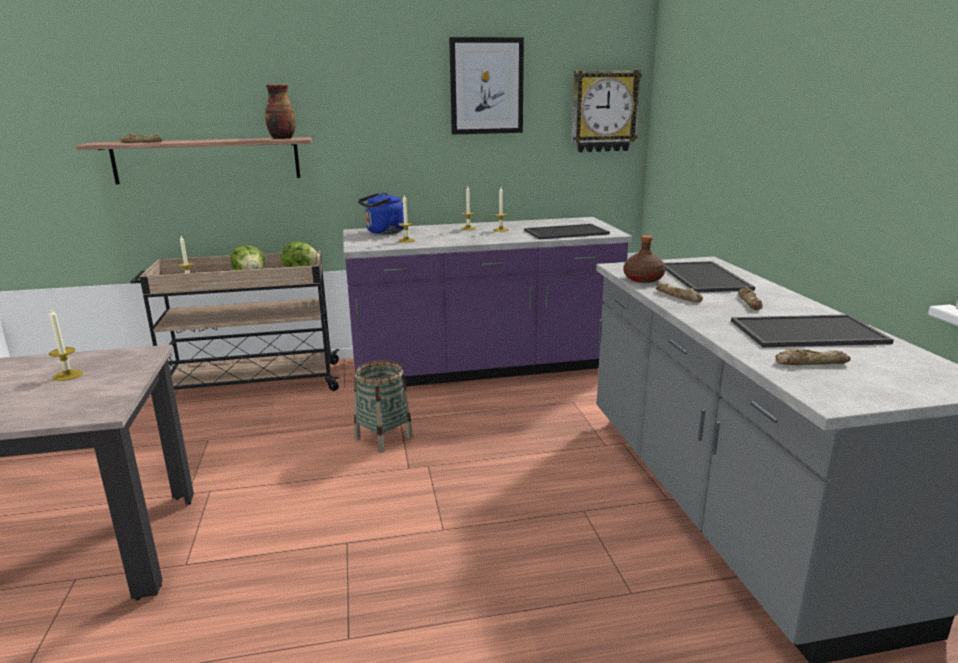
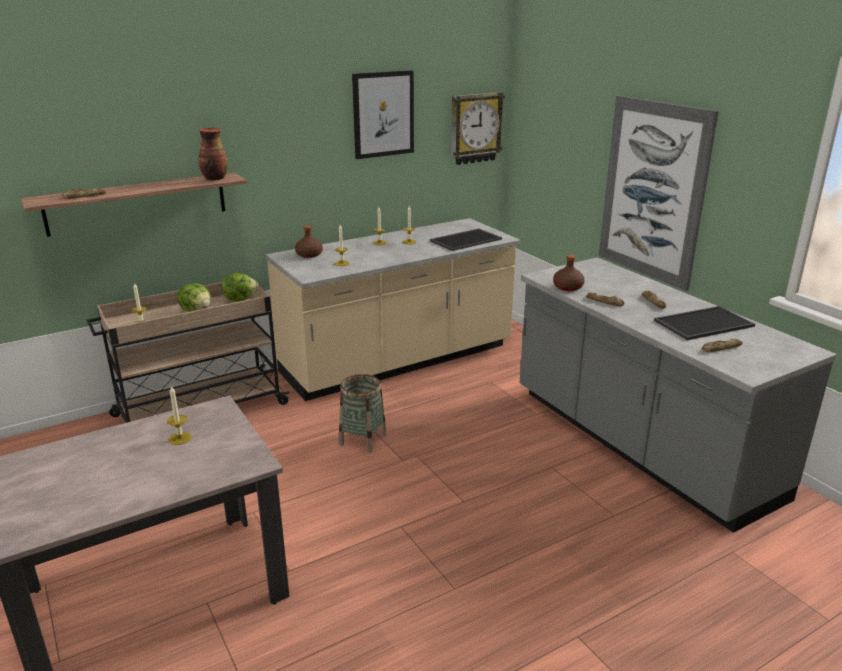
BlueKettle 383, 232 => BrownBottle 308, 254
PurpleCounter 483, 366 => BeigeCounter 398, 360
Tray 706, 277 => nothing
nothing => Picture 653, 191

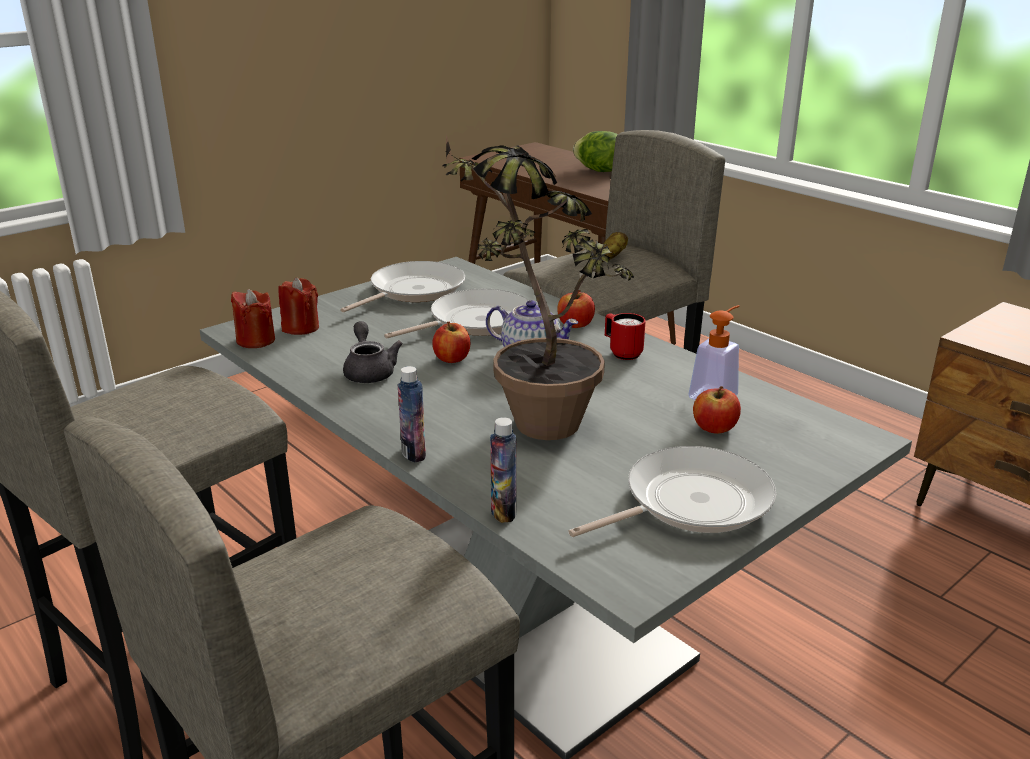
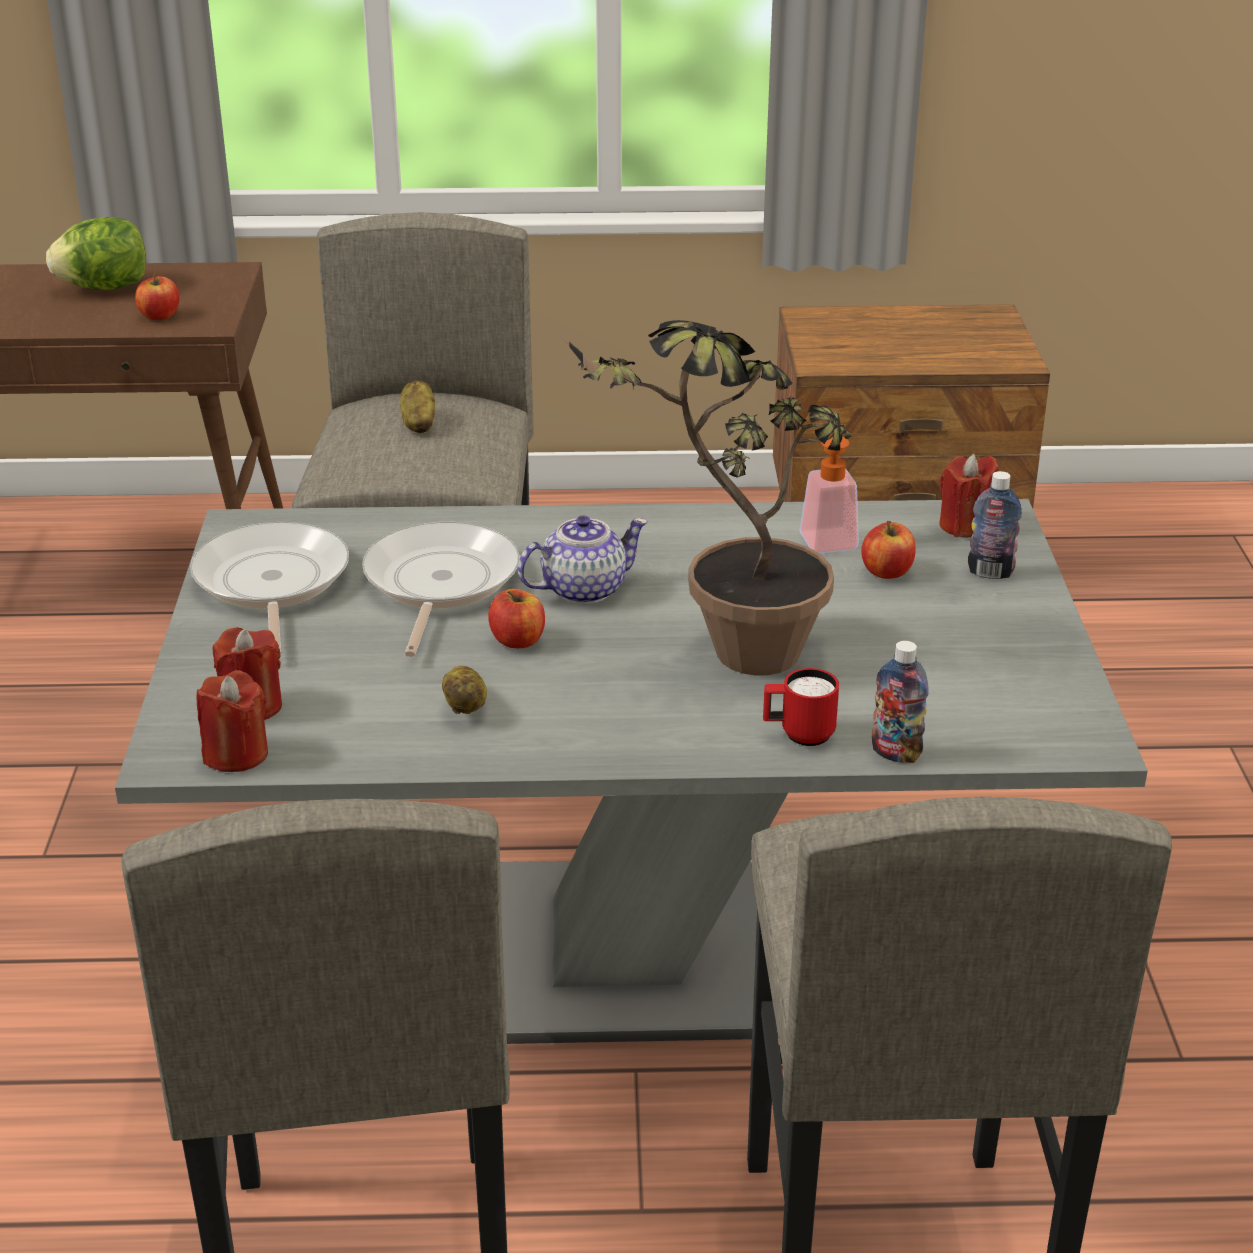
Apple 575, 324 => Apple 160, 316, shifted
RedMug 622, 352 => RedMug 798, 734, shifted
GreyTeapot 369, 371 => Potato 466, 706
Bottle 413, 453 => Bottle 990, 572, shifted
FryingPan 690, 502 => nothing
nothing => RedCandle 965, 526

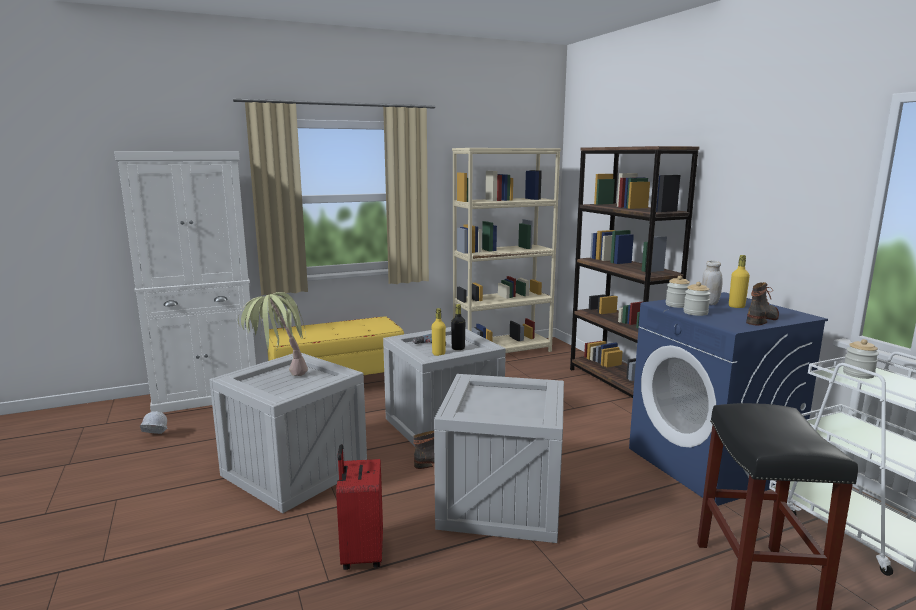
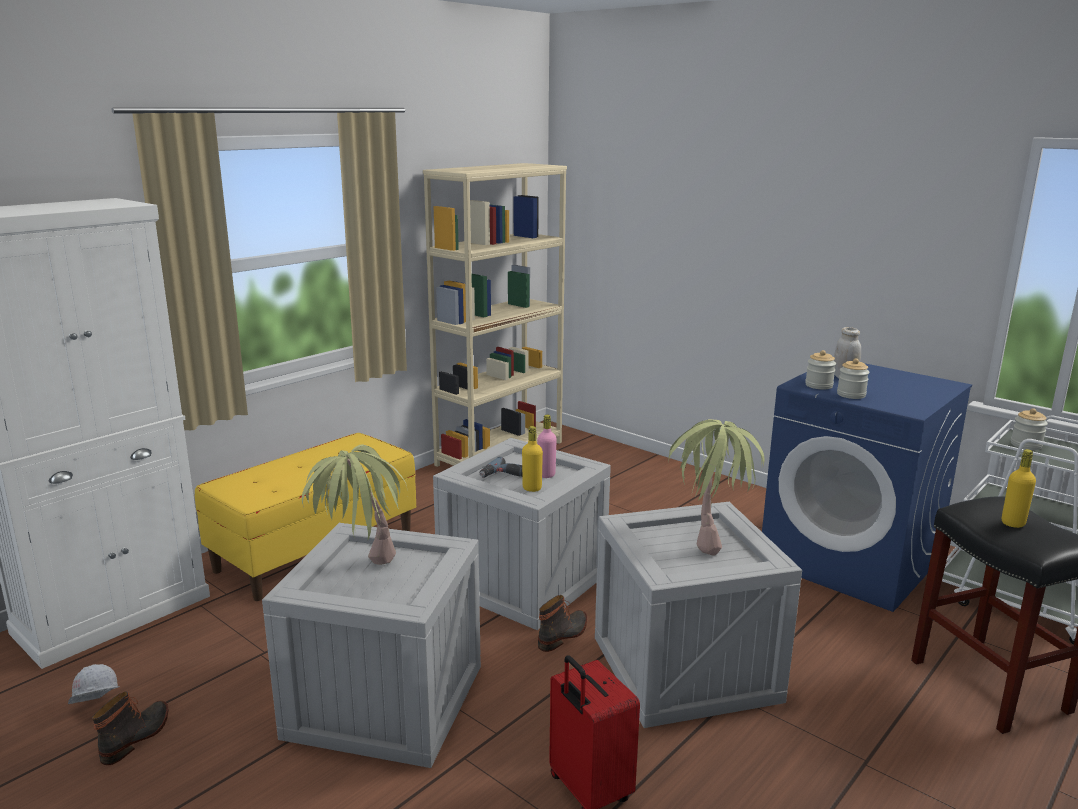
BrownBookcase 619, 383 => nothing
YellowBottle 736, 306 => YellowBottle 1013, 523, shifted
Boot 762, 319 => Boot 137, 737, shifted
BlackBottle 458, 348 => PinkBottle 546, 475
nothing => PottedPlant 711, 538

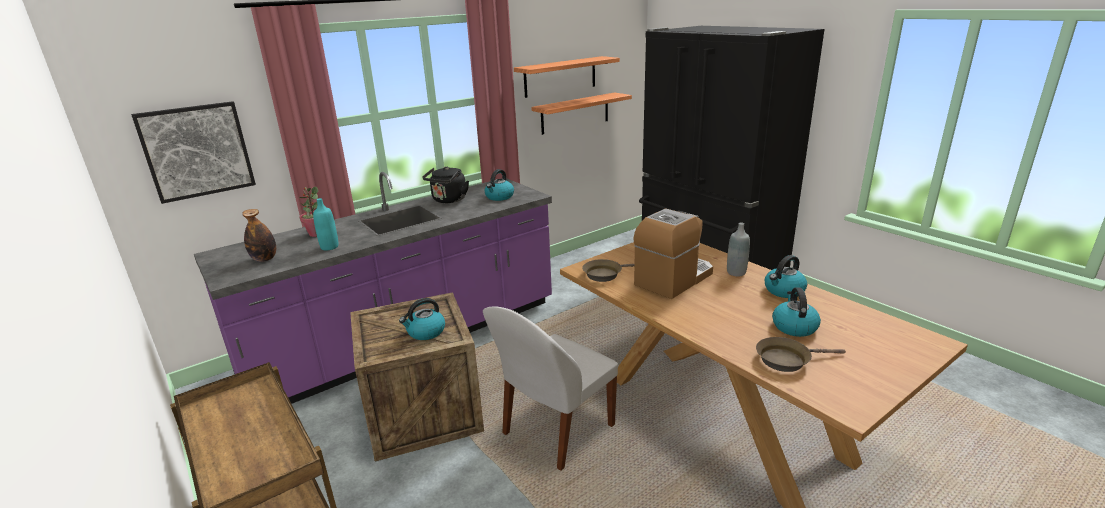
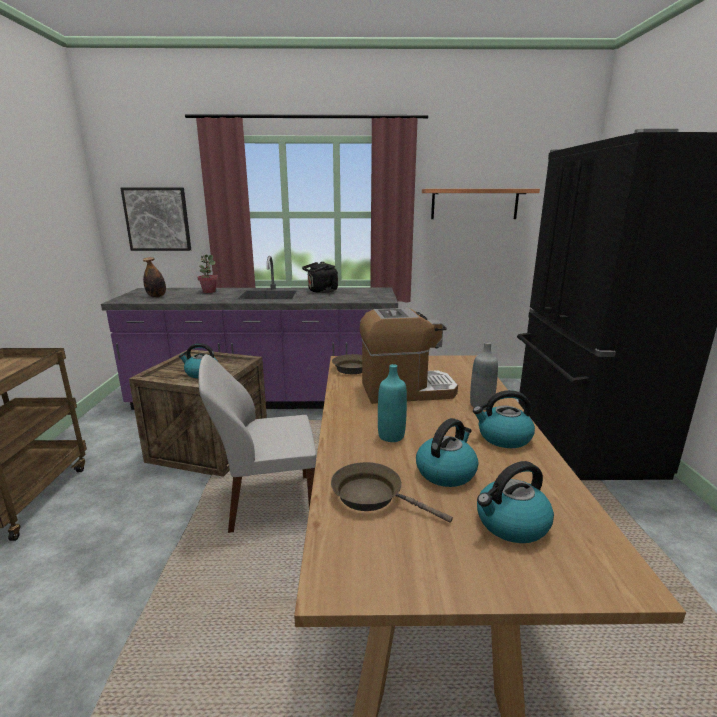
Shelf 575, 113 => nothing
Kettle 499, 197 => Kettle 511, 524, shifted
TurquoiseBottle 329, 247 => TurquoiseBottle 391, 436, shifted

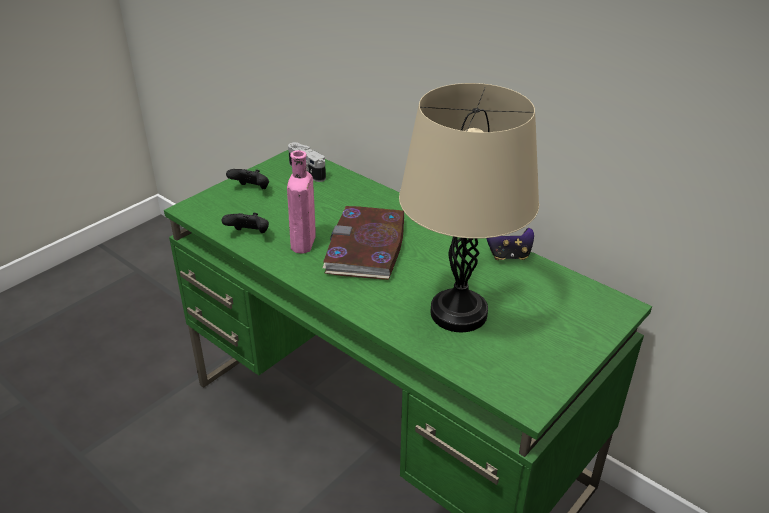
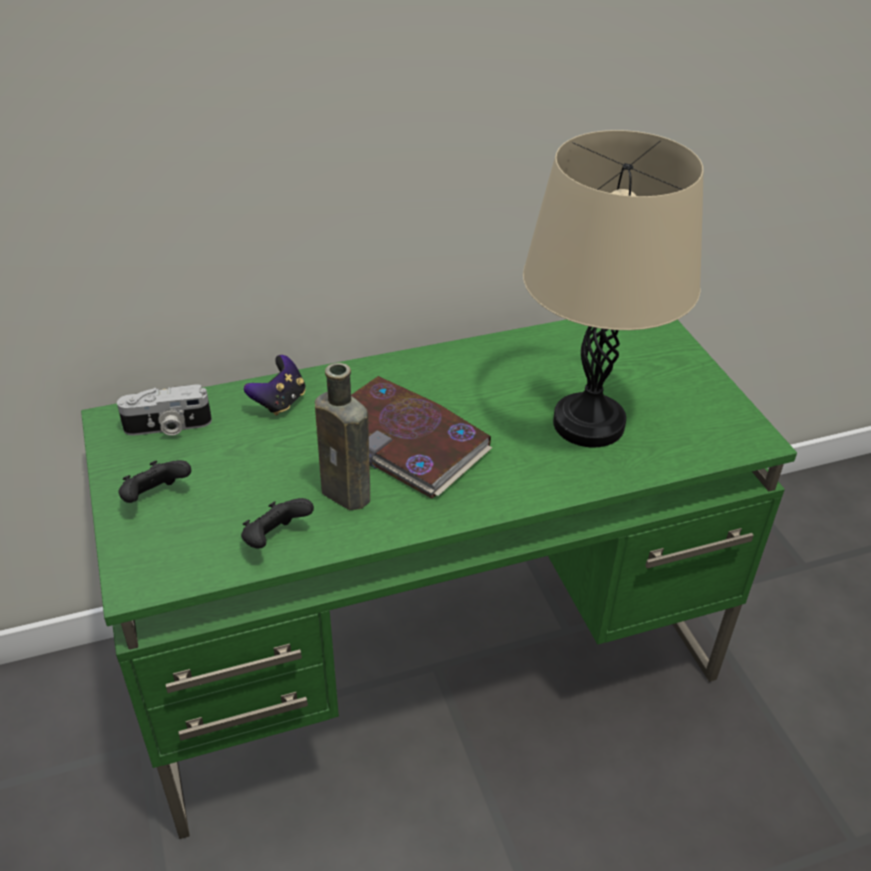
PinkBottle 303, 244 => BrownBottle 349, 494
GameController 508, 256 => GameController 280, 402, shifted

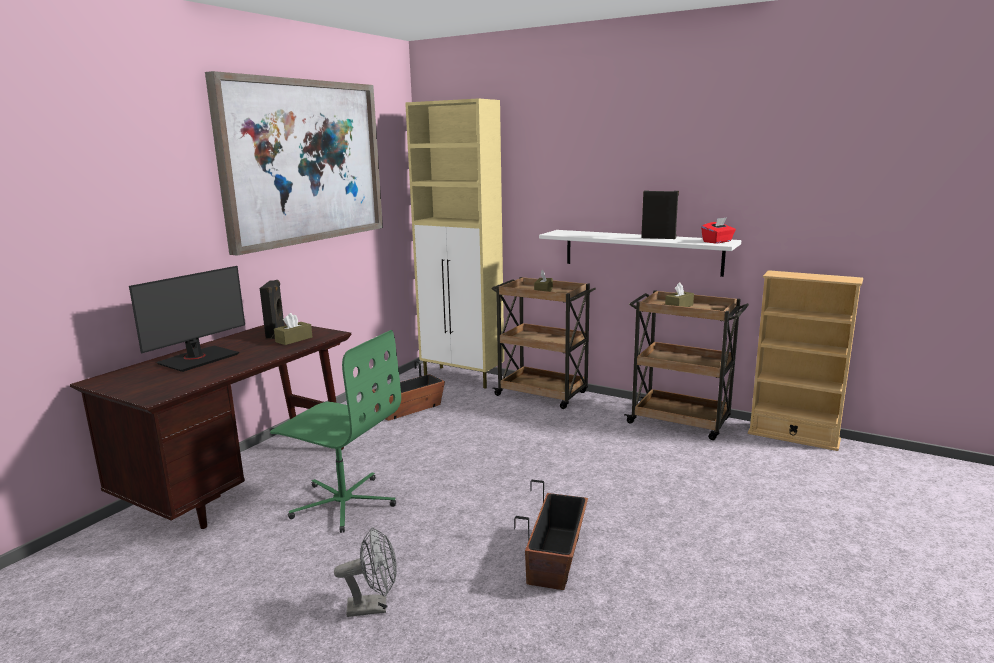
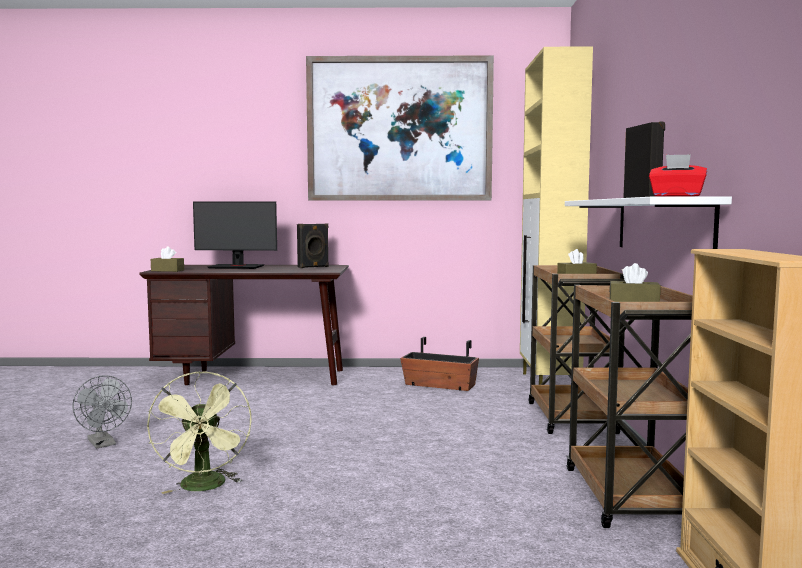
BrownTissueBox 294, 339 => BrownTissueBox 167, 270, shifted
GreenOfficeChair 343, 503 => nothing
Planter 556, 558 => GreenFan 205, 487

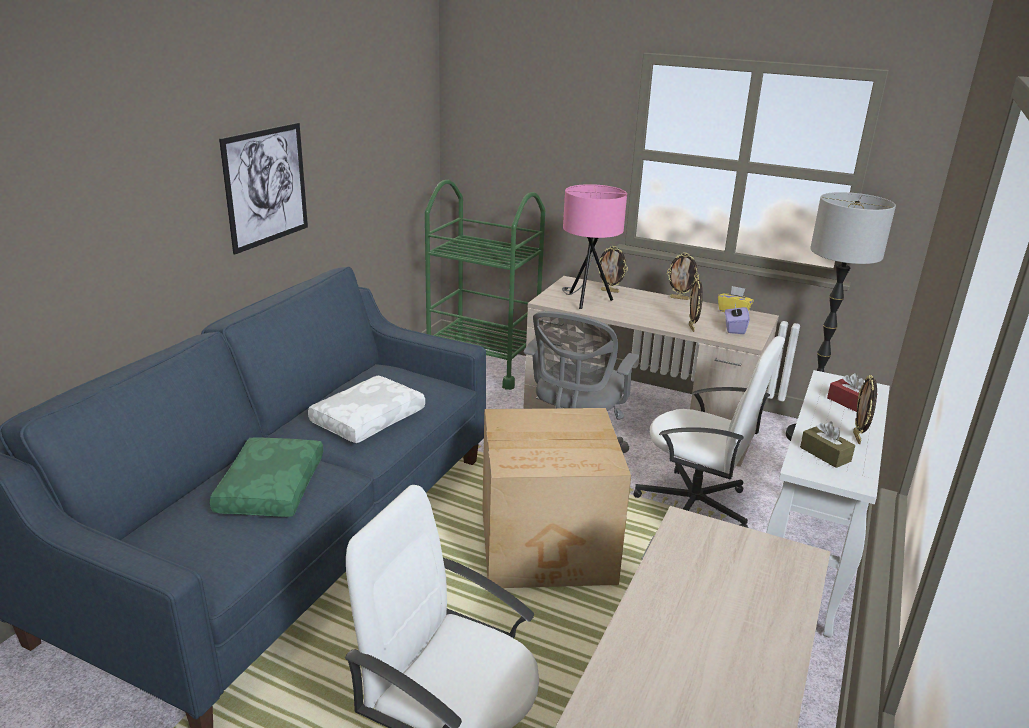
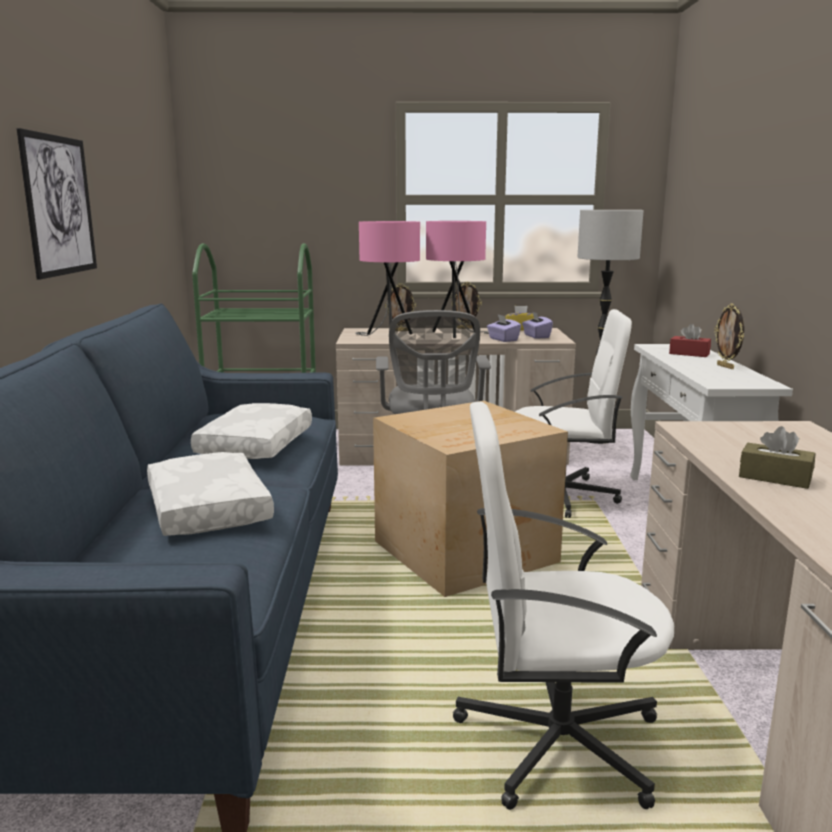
PictureFrame 692, 328 => PurpleTissueBox 503, 339
BrownTissueBox 825, 454 => BrownTissueBox 775, 478, shifted
GreenPillow 269, 487 => WhitePillow 205, 509
nothing => PinkTableLamp 457, 335

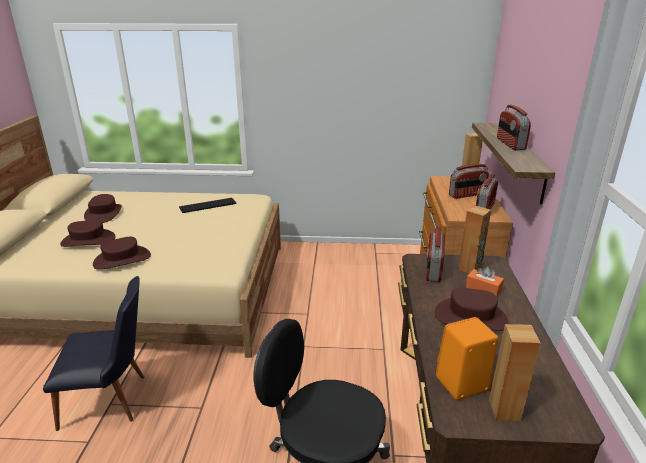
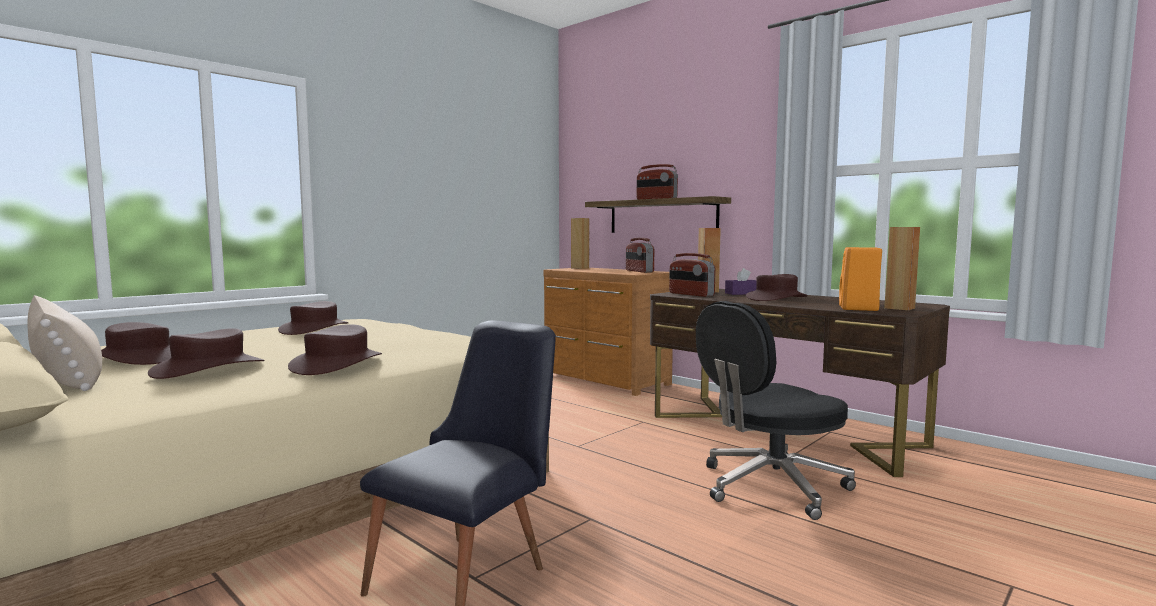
Radio 467, 195 => nothing
Keyboard 207, 206 => BrownHat 315, 329
OrangeTissueBox 483, 288 => PurpleTissueBox 742, 293
nothing => BeigePillow 68, 377

